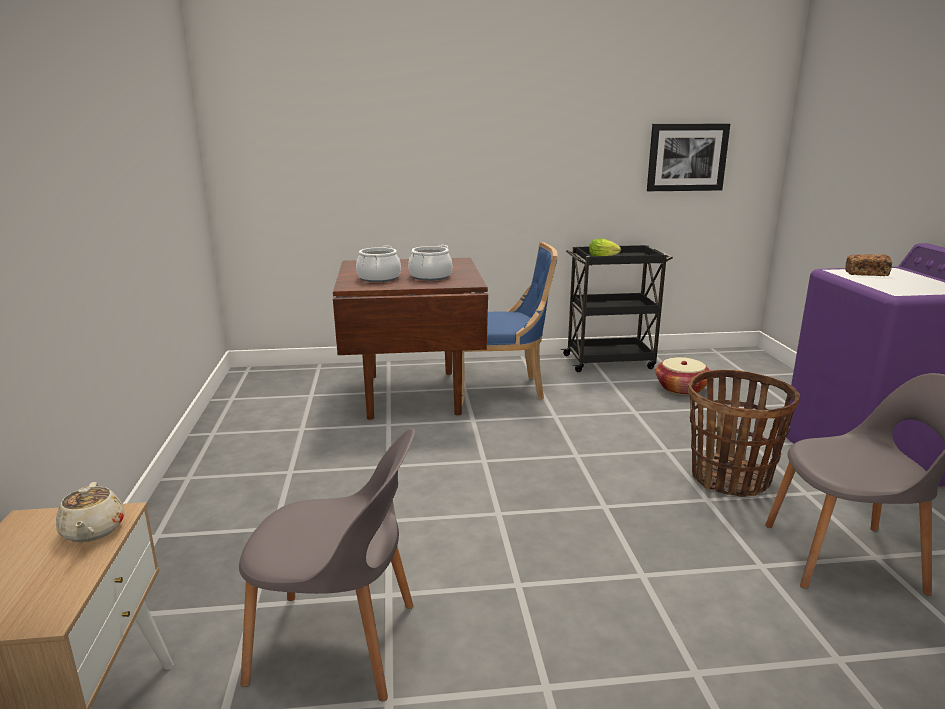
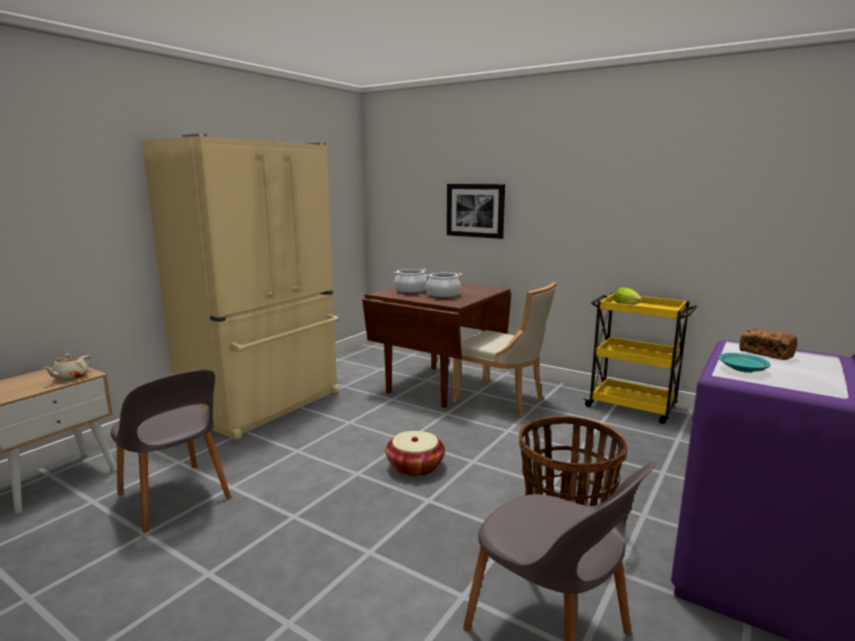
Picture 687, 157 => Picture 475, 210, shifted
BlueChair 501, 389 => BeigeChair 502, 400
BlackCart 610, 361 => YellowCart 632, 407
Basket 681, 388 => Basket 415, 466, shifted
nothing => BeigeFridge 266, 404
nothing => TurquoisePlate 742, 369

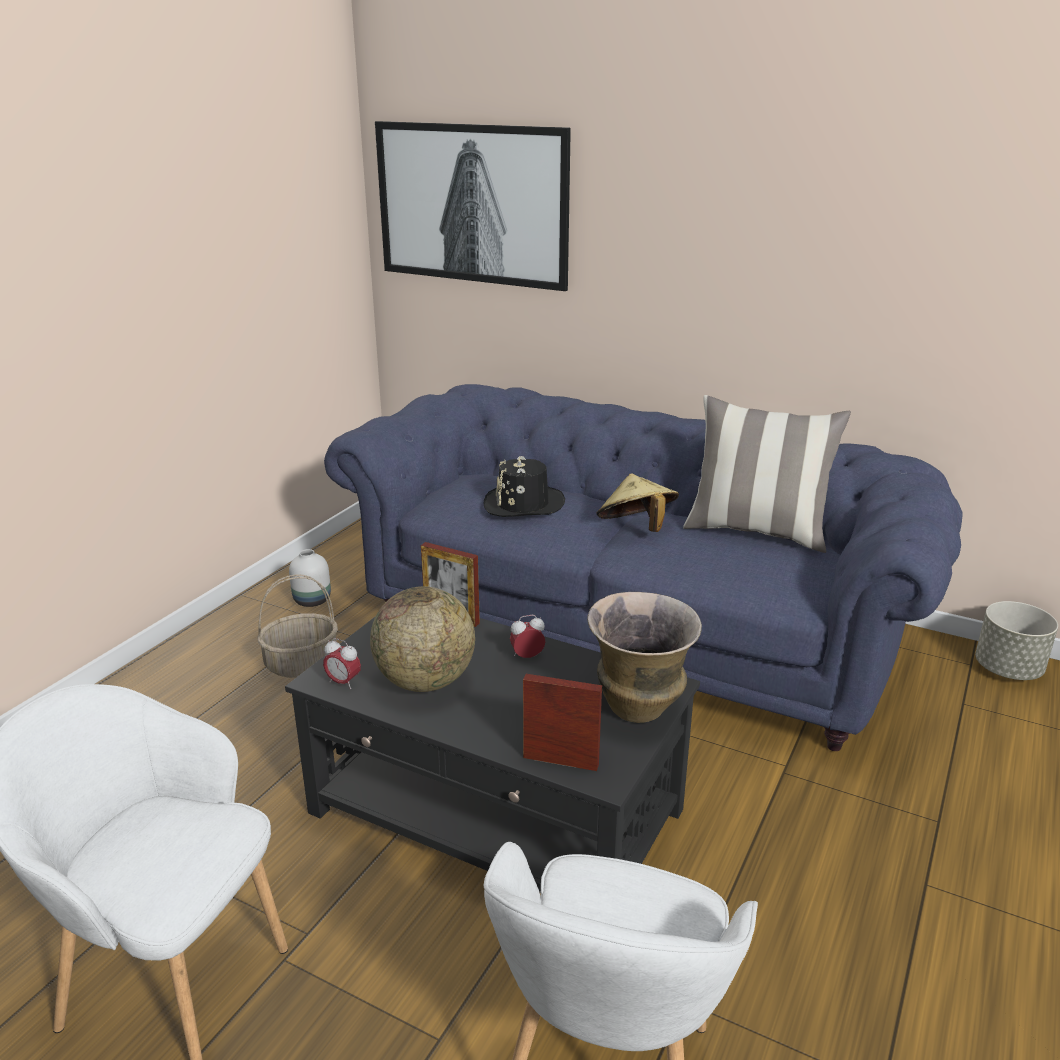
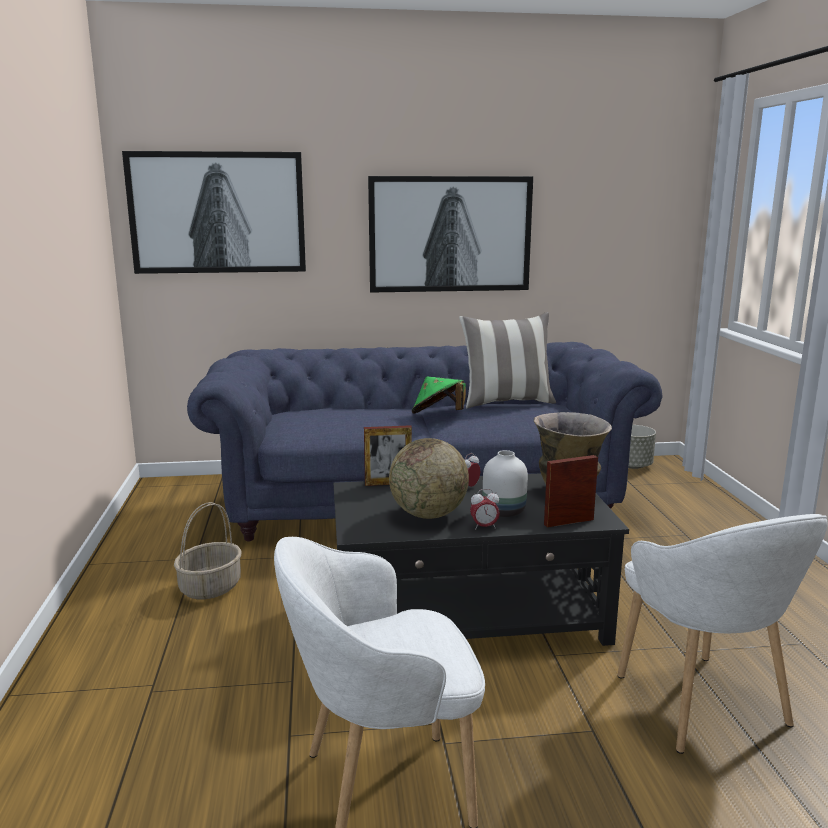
BlackHat 523, 504 => nothing
BeigeHat 636, 529 => GreenHat 438, 415
WhiteVase 313, 601 => WhiteVase 505, 511, shifted
AlarmClock 343, 682 => AlarmClock 484, 527, shifted
nothing => Picture 450, 234

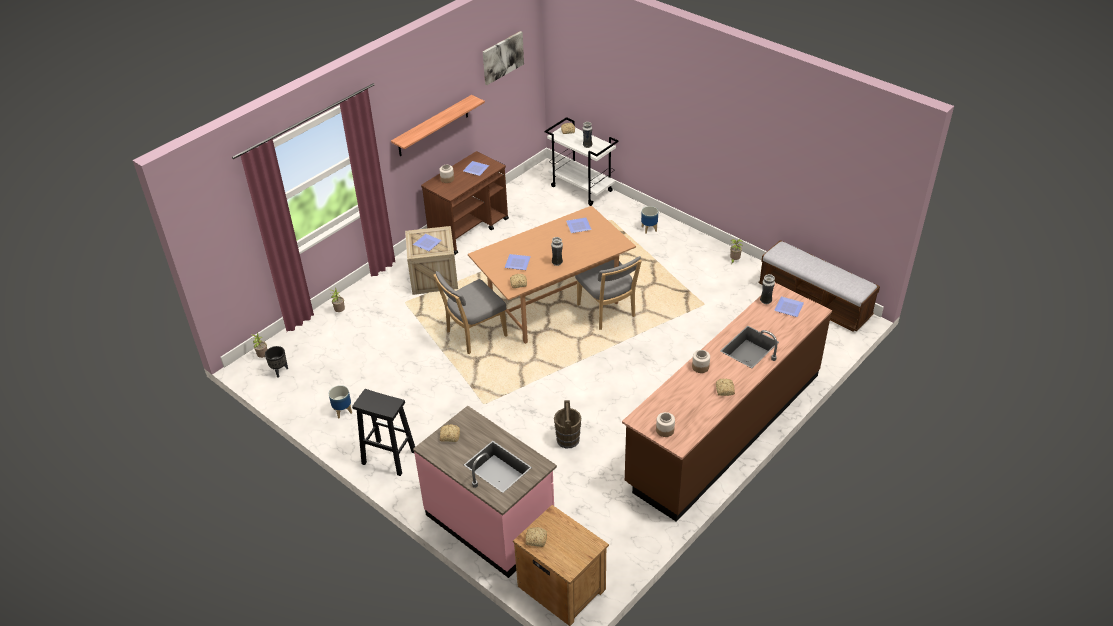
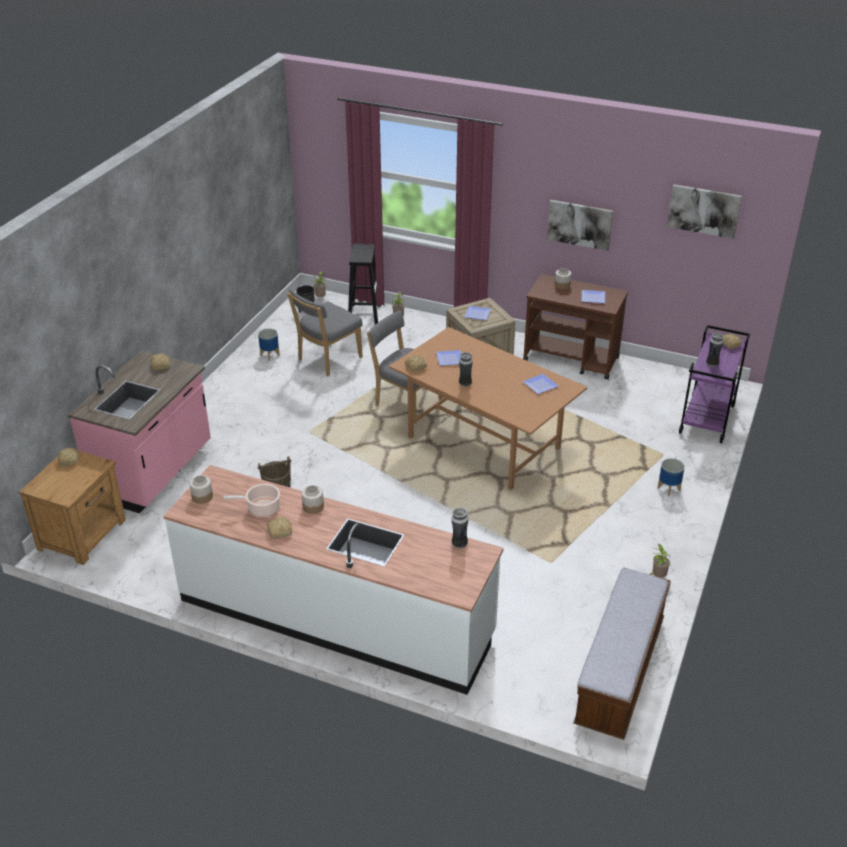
Shelf 433, 126 => Picture 579, 224
WhiteCart 582, 189 => PurpleCart 707, 420
GreyChair 607, 312 => GreyChair 327, 360, shifted
BrownCounter 724, 428 => WhiteCounter 336, 617
Plate 787, 308 => nothing
BlackStool 388, 457 => BlackStool 364, 314, shifted
nothing => CookingPot 261, 508

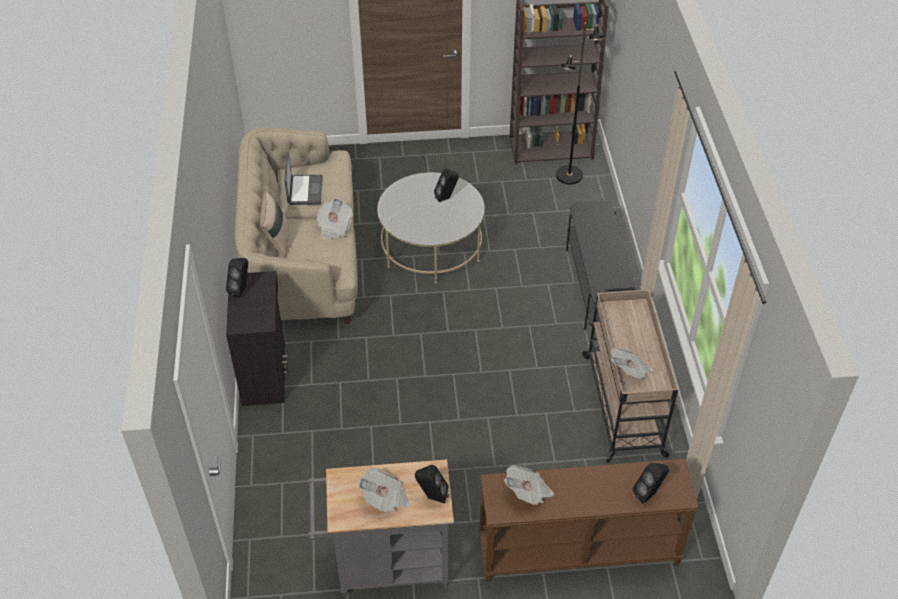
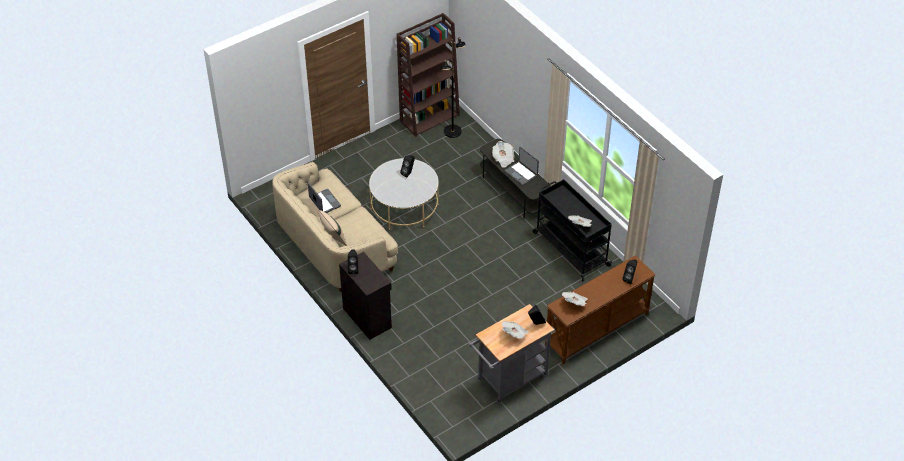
Newspaper 334, 227 => Newspaper 503, 159, shifted
BeigeCart 623, 403 => BlackCart 570, 248
nothing => Laptop 521, 173

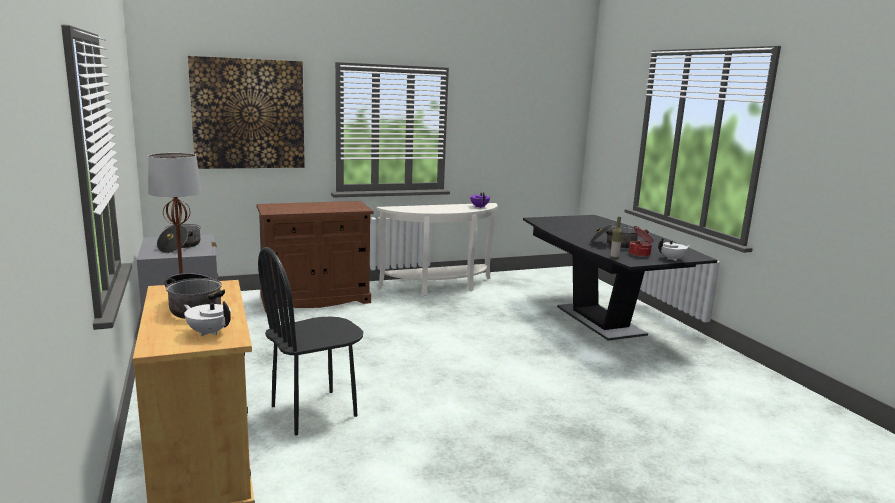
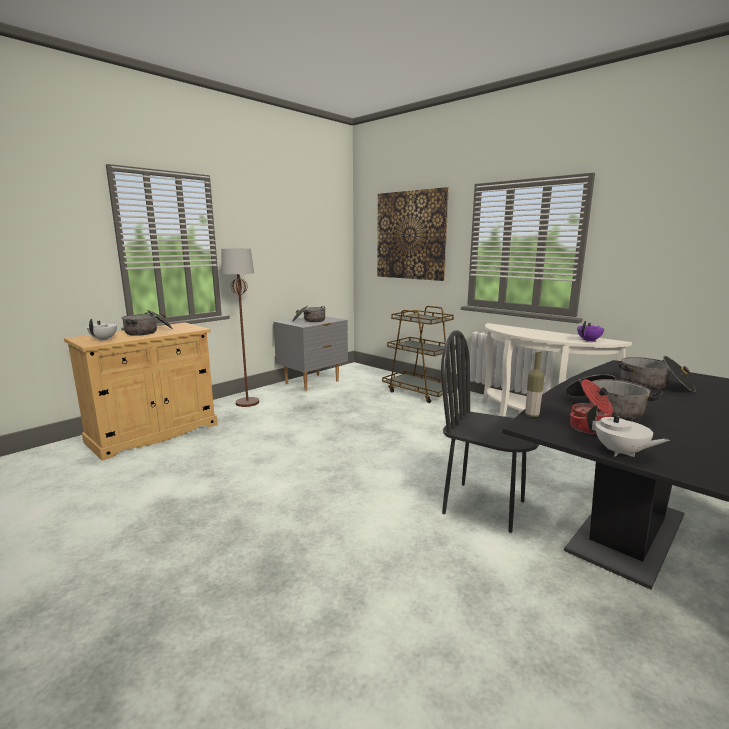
BrownCabinet 315, 299 => BrownCart 419, 392
BlackChair 314, 411 => BlackChair 484, 506, shifted
nothing => CookingPot 654, 386

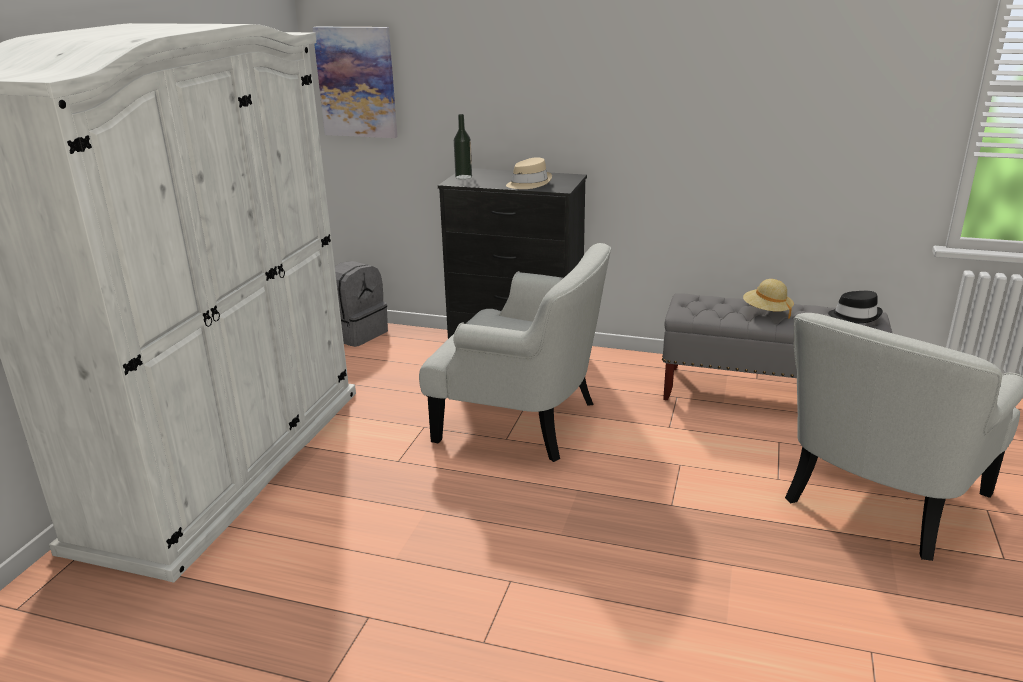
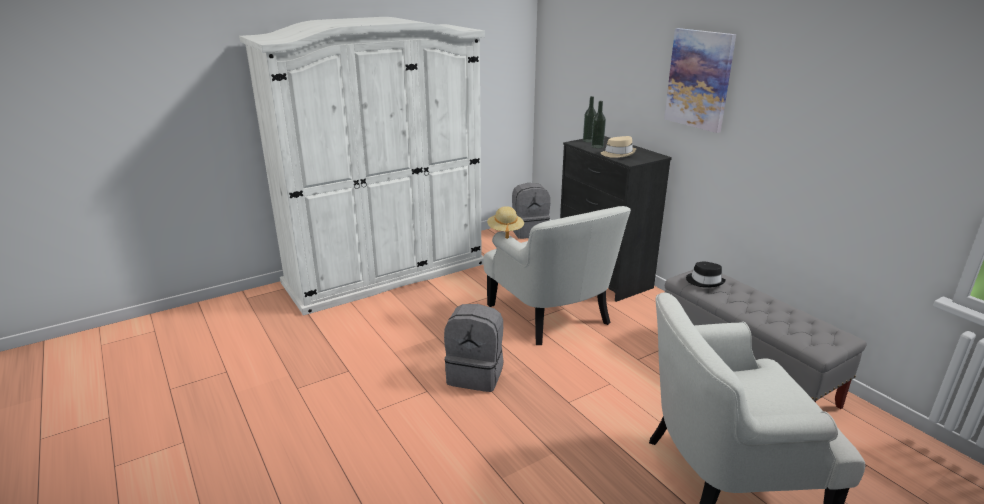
Picture 357, 82 => Picture 699, 79, shifted
BeigeHat 766, 311 => BeigeHat 505, 231, shifted
BlackHat 855, 316 => BlackHat 705, 281, shifted
nothing => Bottle 597, 146
nothing => GreyBackpack 476, 374

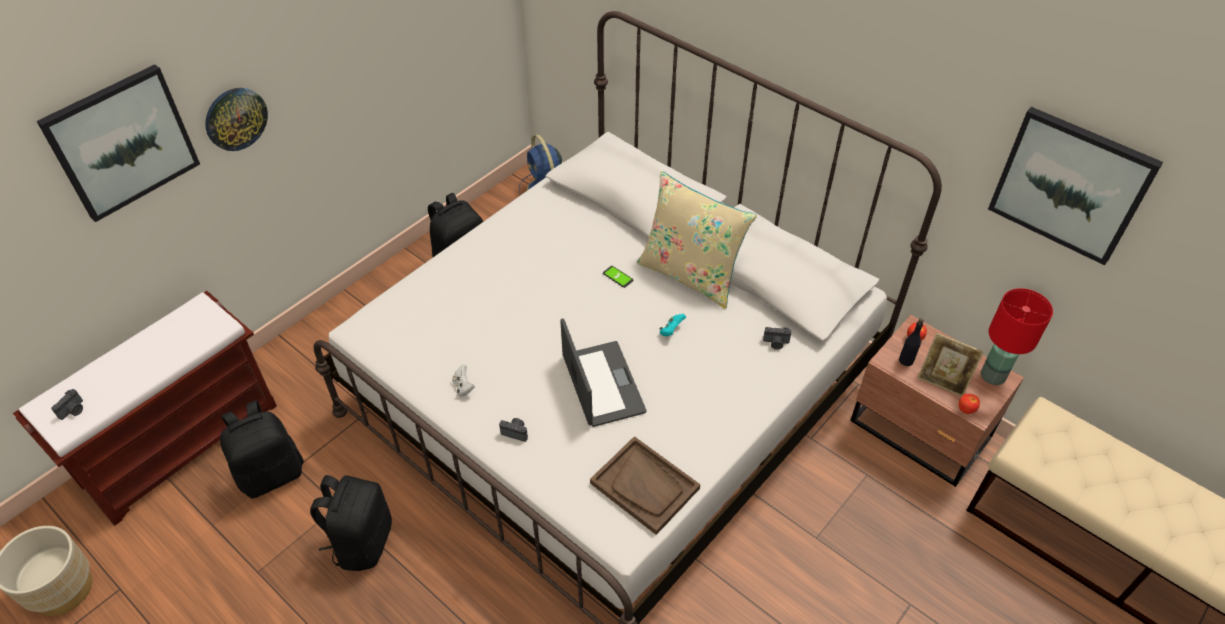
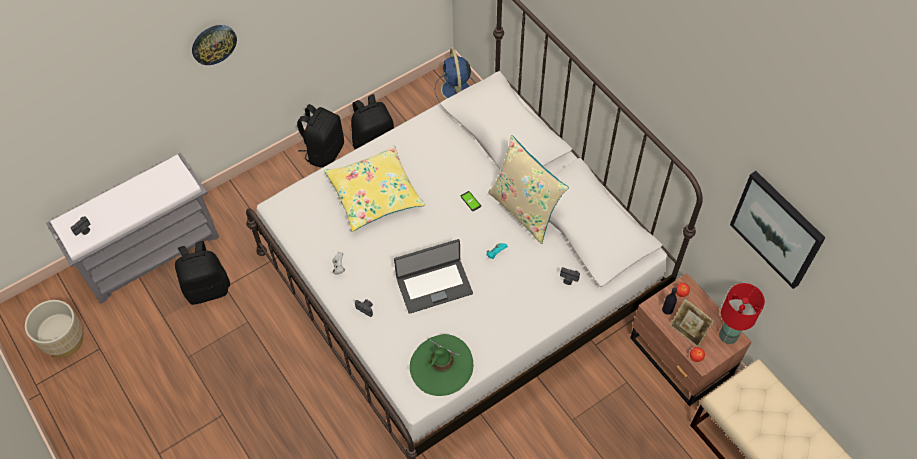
Picture 122, 142 => nothing
BrownBench 182, 442 => GreyBench 151, 251
Laptop 601, 384 => Laptop 434, 285, 75 degrees clockwise
BrownTray 645, 486 => GreenHat 441, 366
BlackBackpack 362, 541 => BlackBackpack 324, 151, shifted
nothing => YellowPillow 375, 194

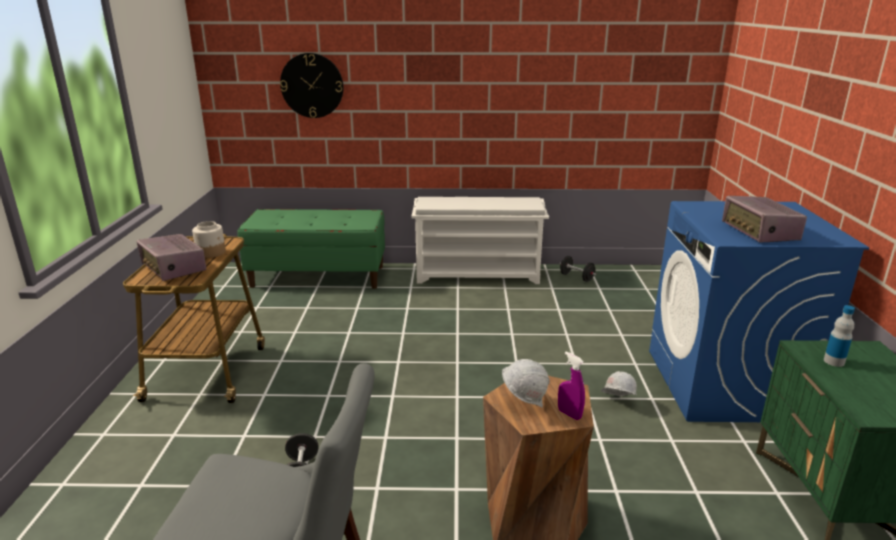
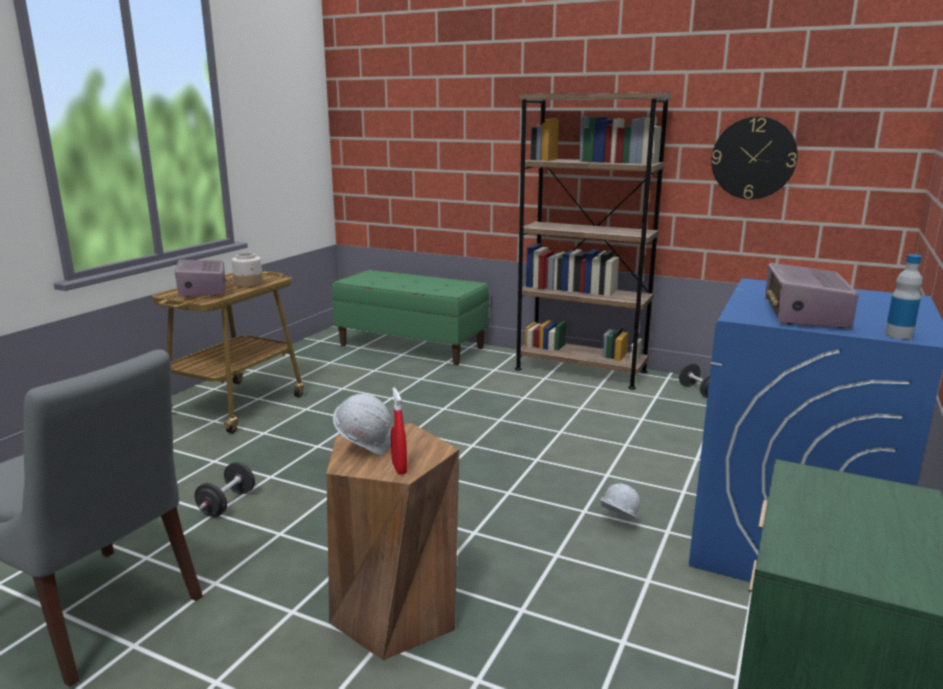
WallClock 312, 85 => WallClock 753, 158, shifted
WhiteShoeRack 478, 275 => BrownBookcase 580, 370
Bottle 834, 361 => Bottle 898, 335, shifted
PurpleSprayBottle 569, 414 => RedSprayBottle 399, 468

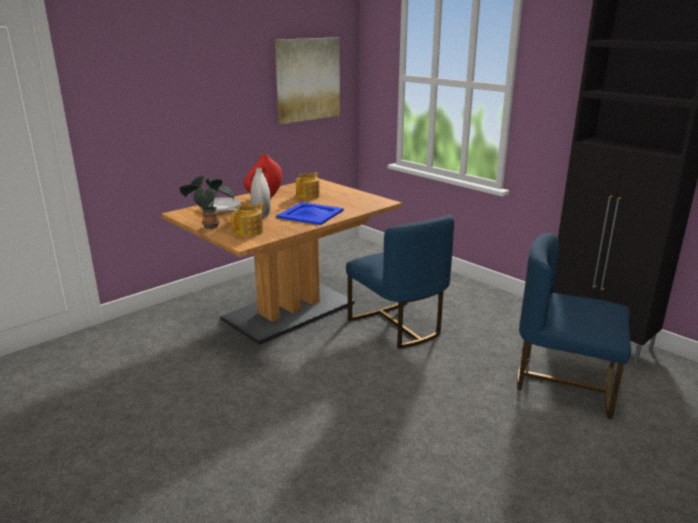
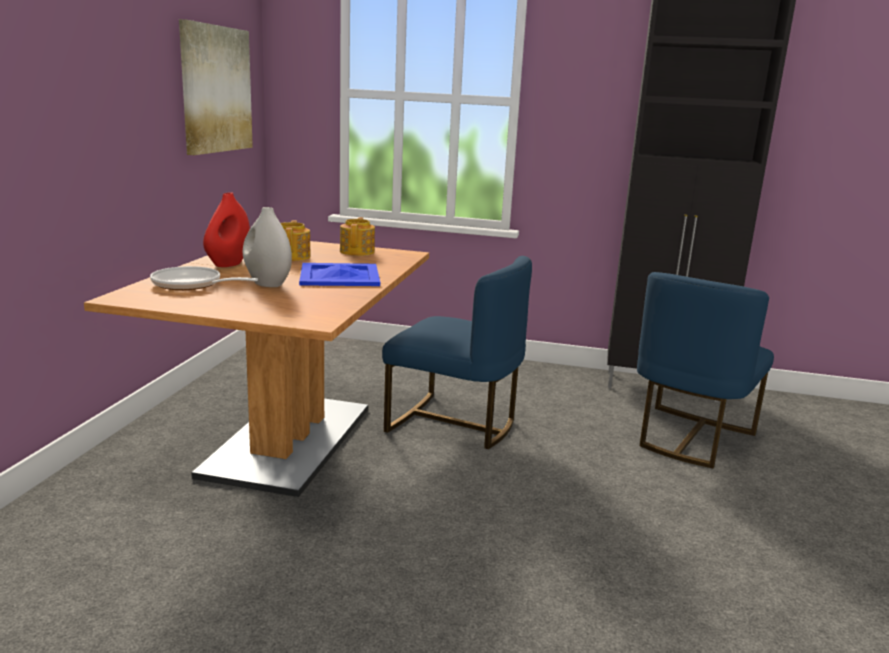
PottedPlant 209, 226 => nothing
Teapot 250, 231 => Teapot 357, 251, shifted
BlueChair 565, 383 => BlueChair 689, 437, 45 degrees counterclockwise

